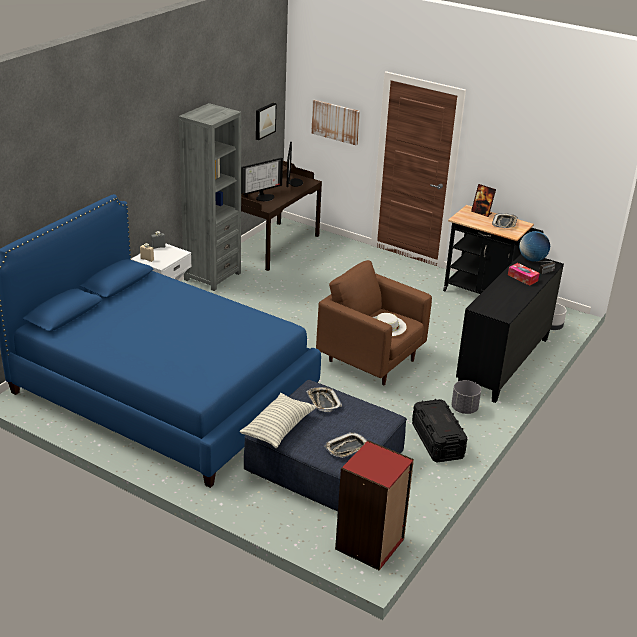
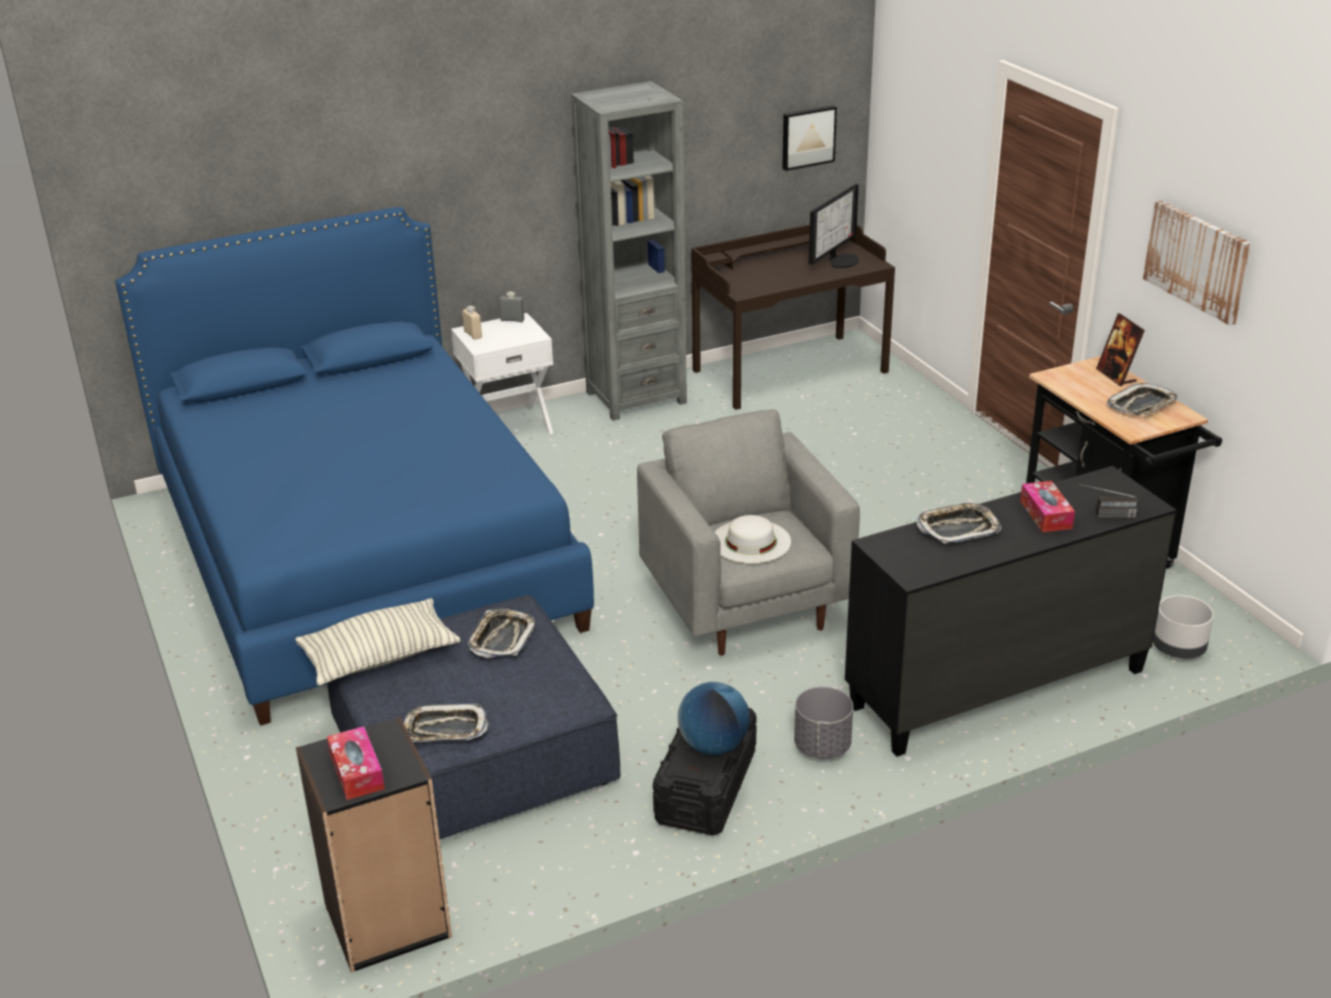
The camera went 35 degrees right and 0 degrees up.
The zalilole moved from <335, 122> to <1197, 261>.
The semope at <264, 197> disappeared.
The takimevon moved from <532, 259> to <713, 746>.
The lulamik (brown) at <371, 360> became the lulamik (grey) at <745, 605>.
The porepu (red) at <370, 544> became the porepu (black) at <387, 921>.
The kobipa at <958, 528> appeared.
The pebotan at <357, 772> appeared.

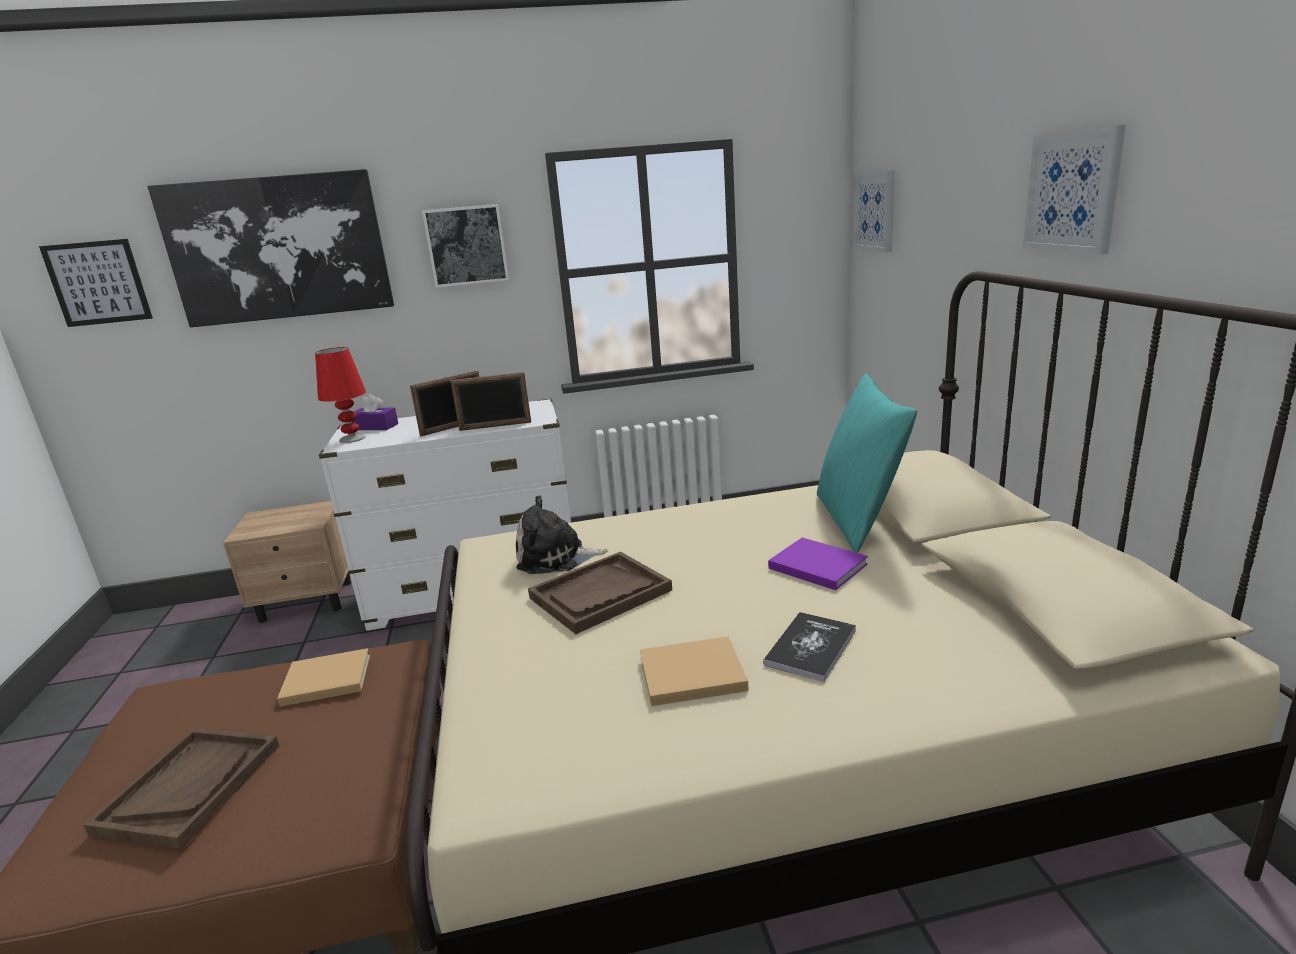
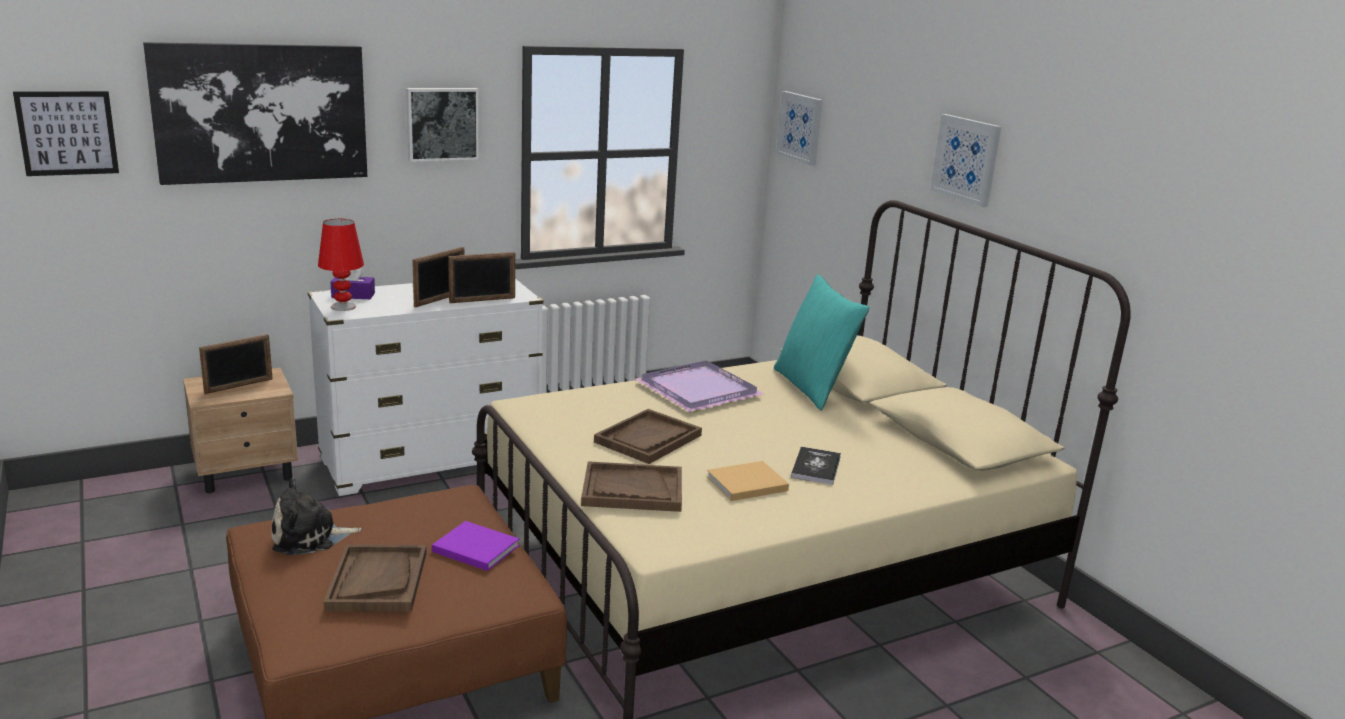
The camera went 20 degrees left and 0 degrees up.
The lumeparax moved from <556, 558> to <309, 537>.
The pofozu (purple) moved from <815, 565> to <474, 548>.
The pofozu (beige) at <324, 680> disappeared.
The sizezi at <239, 386> appeared.
The kobipa (purple) at <698, 389> appeared.
The kobipa (brown) at <632, 490> appeared.

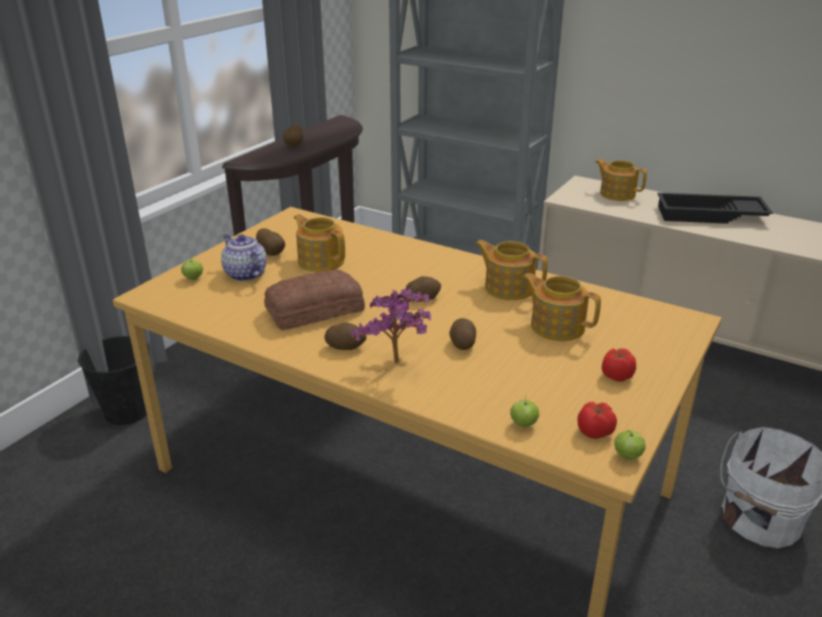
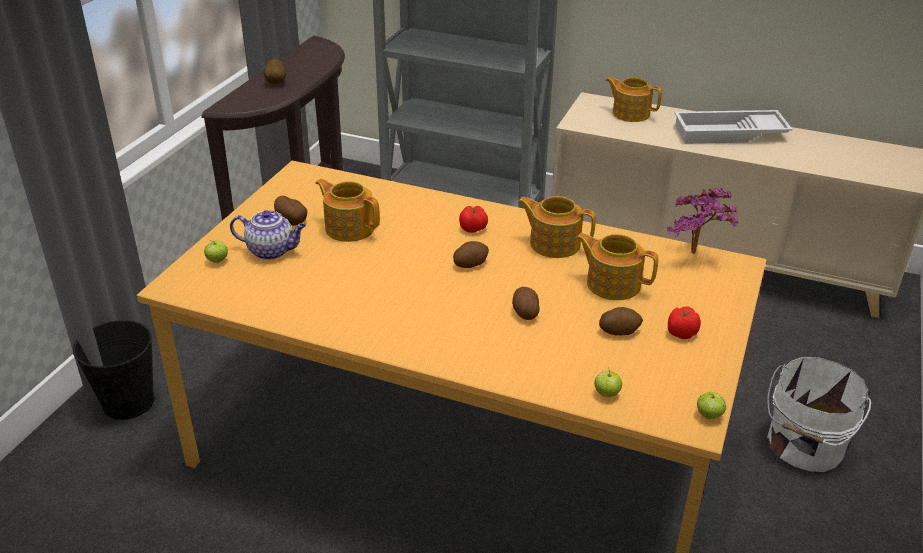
The camera went 10 degrees left and 5 degrees up.
The kobipa (black) at <710, 216> became the kobipa (white) at <729, 134>.
The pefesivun at <244, 274> turned 150 degrees clockwise.
The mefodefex at <313, 310> disappeared.
The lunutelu moved from <398, 365> to <696, 255>.
The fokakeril moved from <345, 346> to <619, 331>.
The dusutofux moved from <595, 432> to <473, 228>.

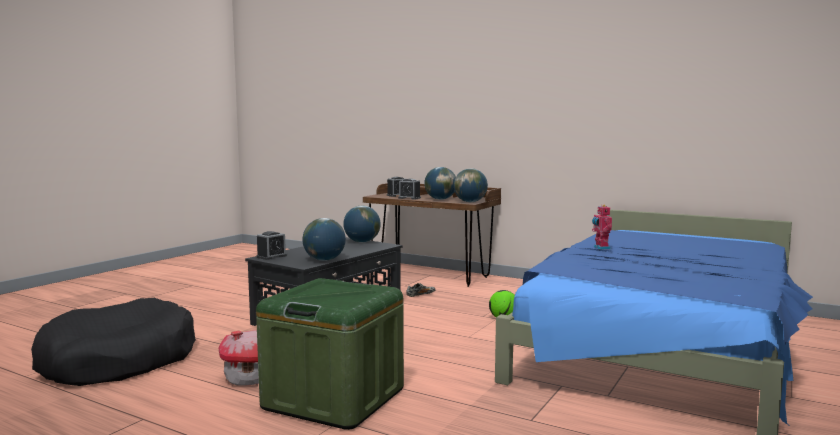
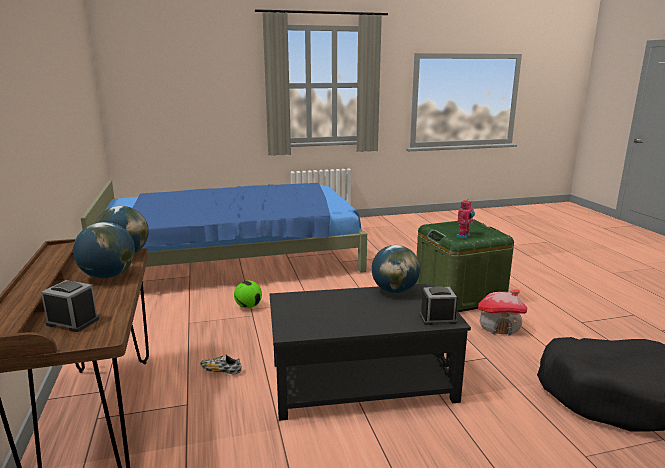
The camera went 135 degrees left and 10 degrees up.
The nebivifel at <409, 198> disappeared.
The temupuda moved from <600, 248> to <464, 236>.
The takimevon at <362, 242> disappeared.

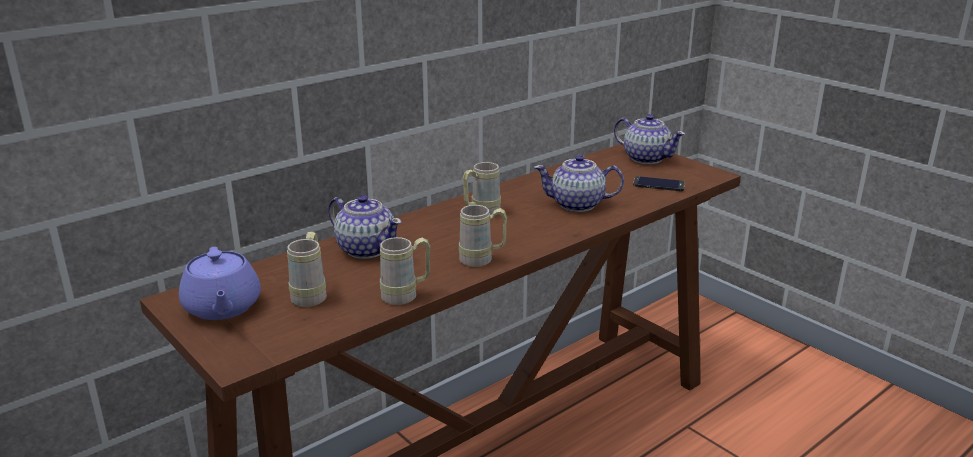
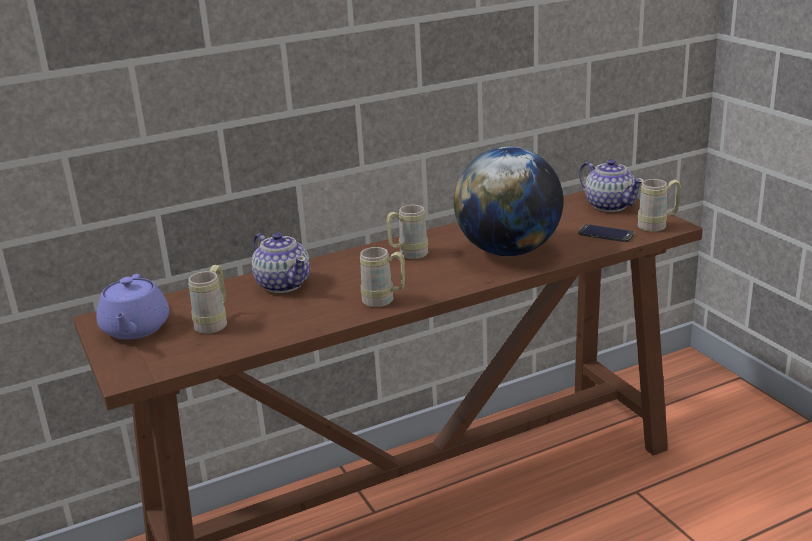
The camera went 15 degrees right and 0 degrees up.
The pefesivun at <578, 205> was replaced by the takimevon at <508, 251>.
The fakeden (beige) moved from <406, 296> to <657, 226>.

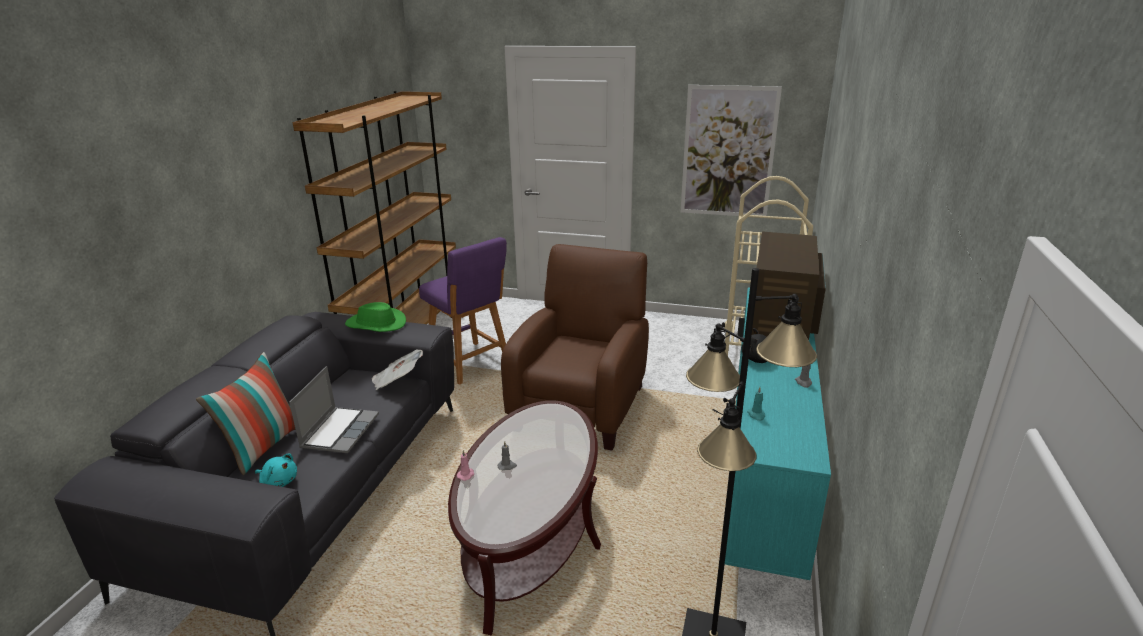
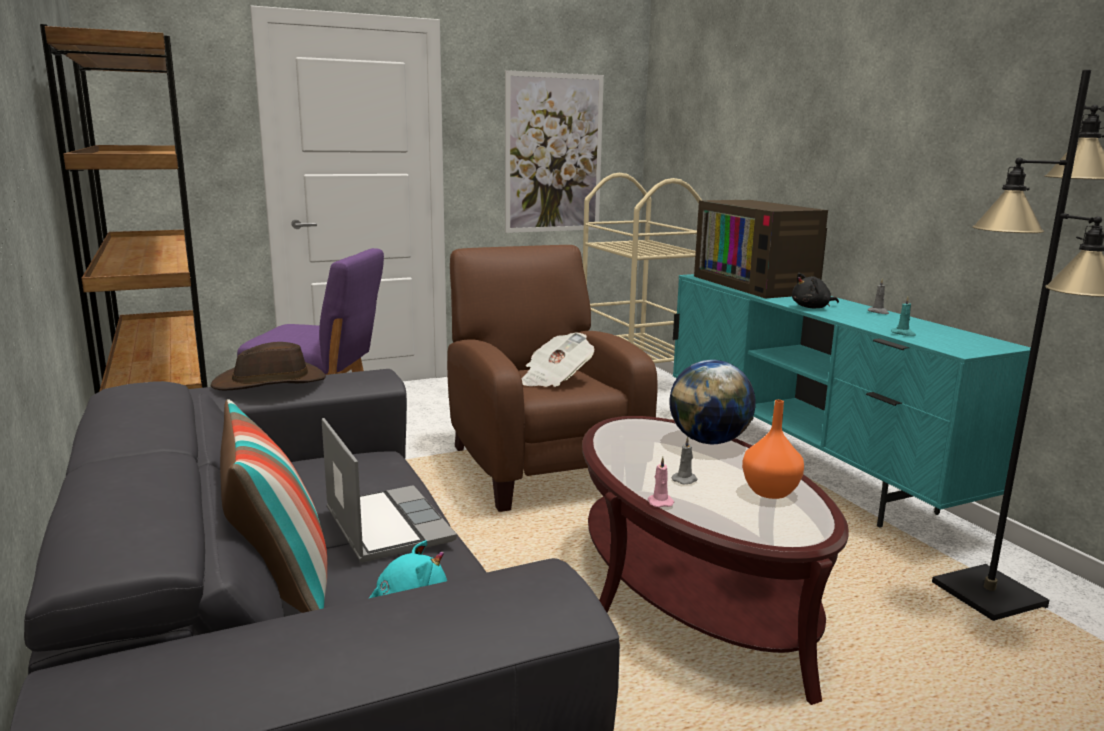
The camera went 40 degrees left and 10 degrees down.
The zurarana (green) at <376, 324> became the zurarana (brown) at <271, 383>.
The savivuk moved from <397, 381> to <555, 379>.
The takimevon at <709, 441> appeared.
The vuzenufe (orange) at <771, 492> appeared.

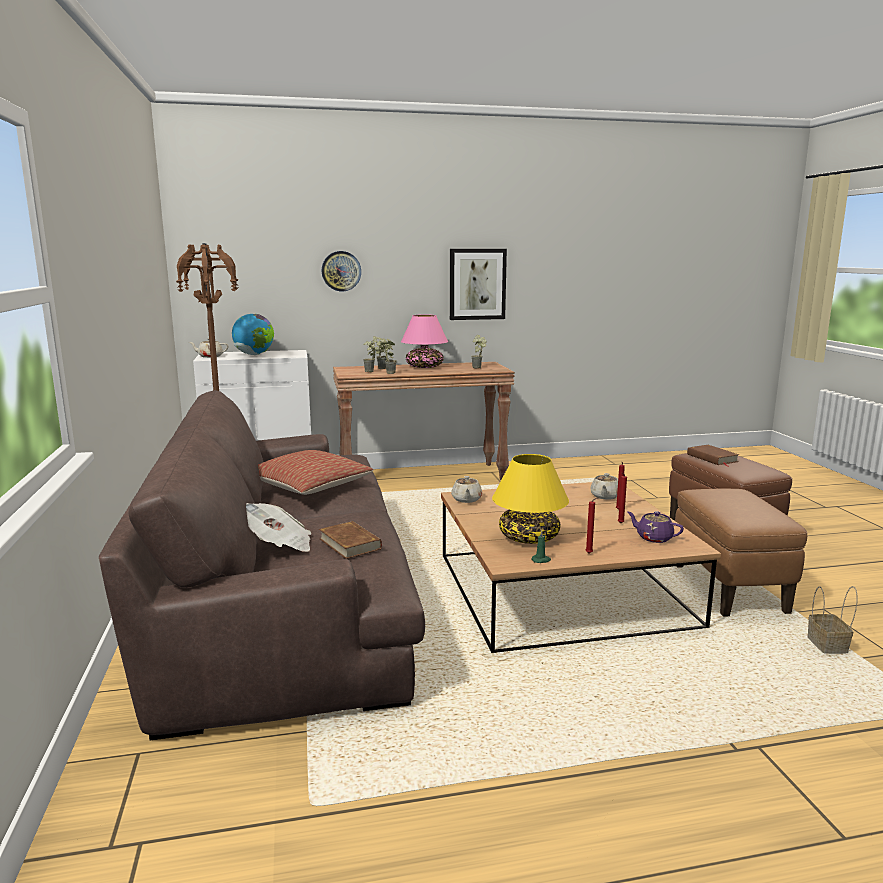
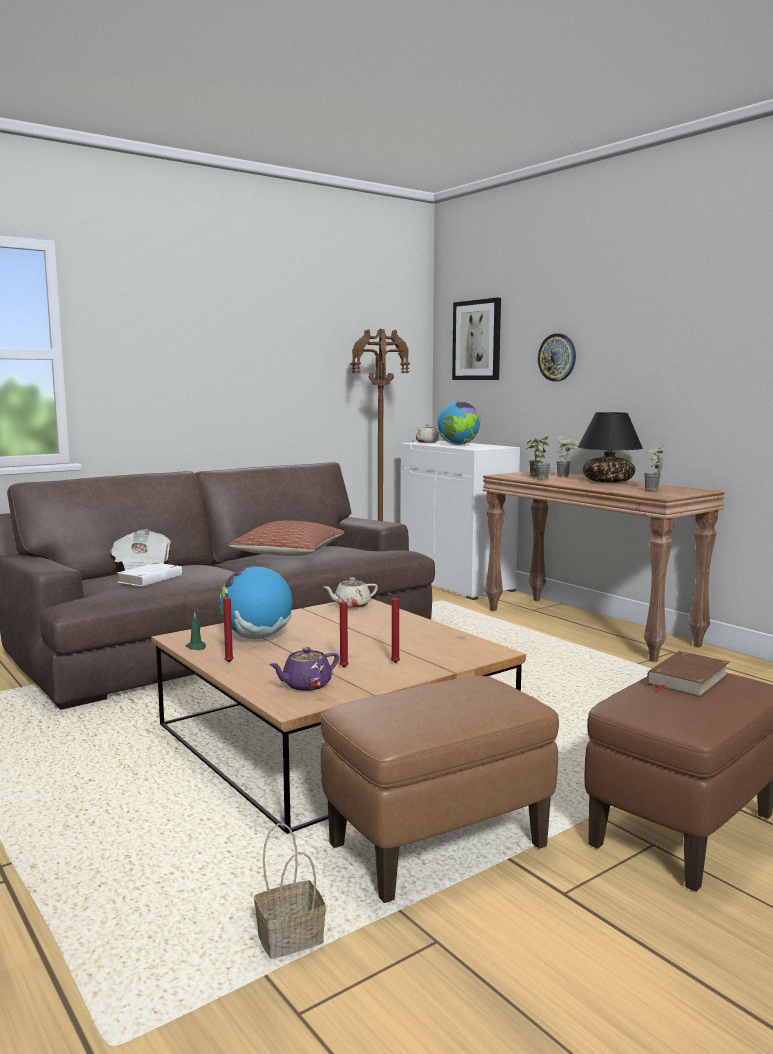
The camera went 65 degrees right and 5 degrees down.
The zalilole moved from <477, 284> to <477, 340>.
The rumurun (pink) at <424, 367> became the rumurun (black) at <608, 481>.
The rumurun (yellow) at <529, 538> was replaced by the takimevon at <257, 637>.
The pefesivun (beige) at <605, 496> disappeared.
The pefesivun (purple) at <653, 538> turned 135 degrees counterclockwise.
The pofozu (brown) at <350, 543> became the pofozu (white) at <150, 579>.

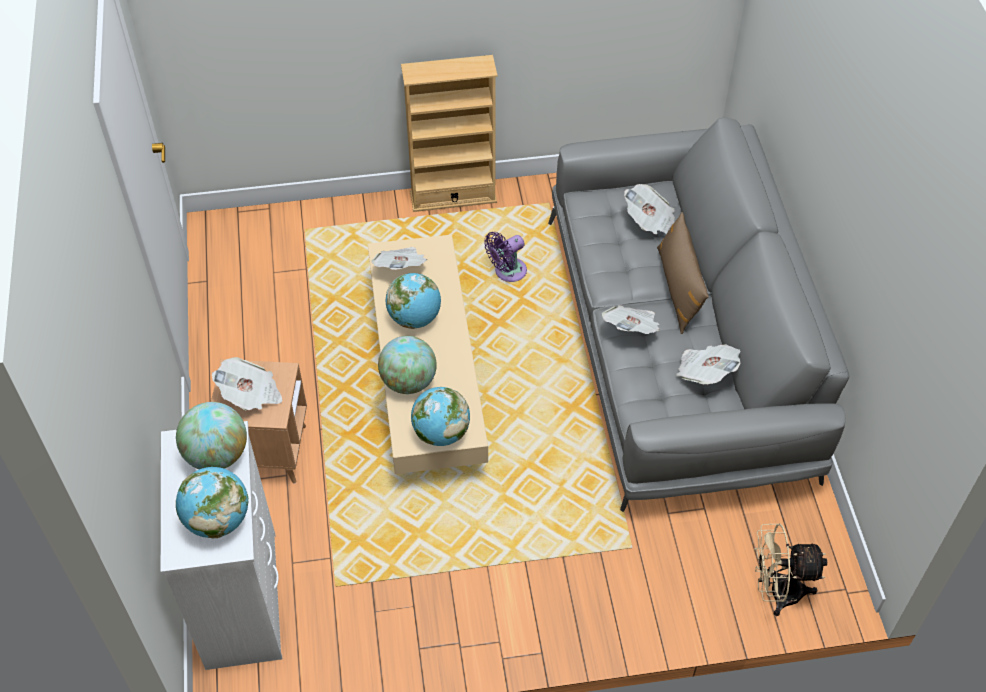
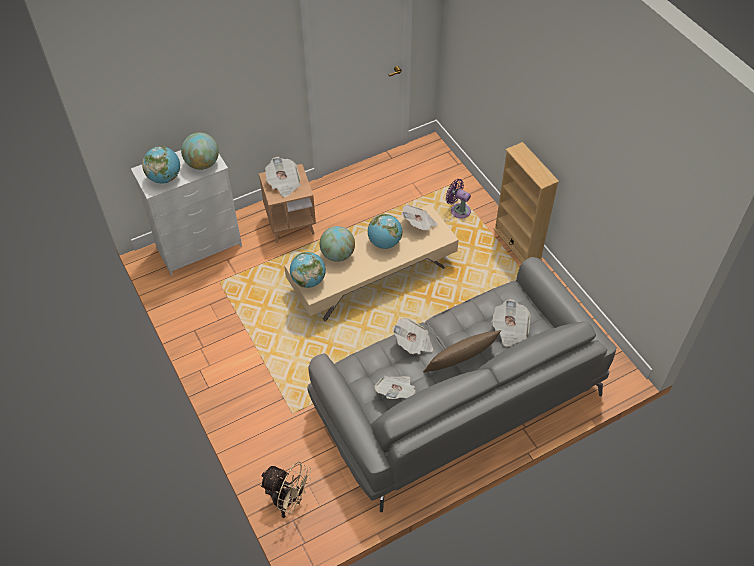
The camera went 70 degrees right and 0 degrees up.
The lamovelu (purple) moved from <507, 272> to <458, 210>.
The lamovelu (beige) at <776, 592> turned 135 degrees clockwise.

